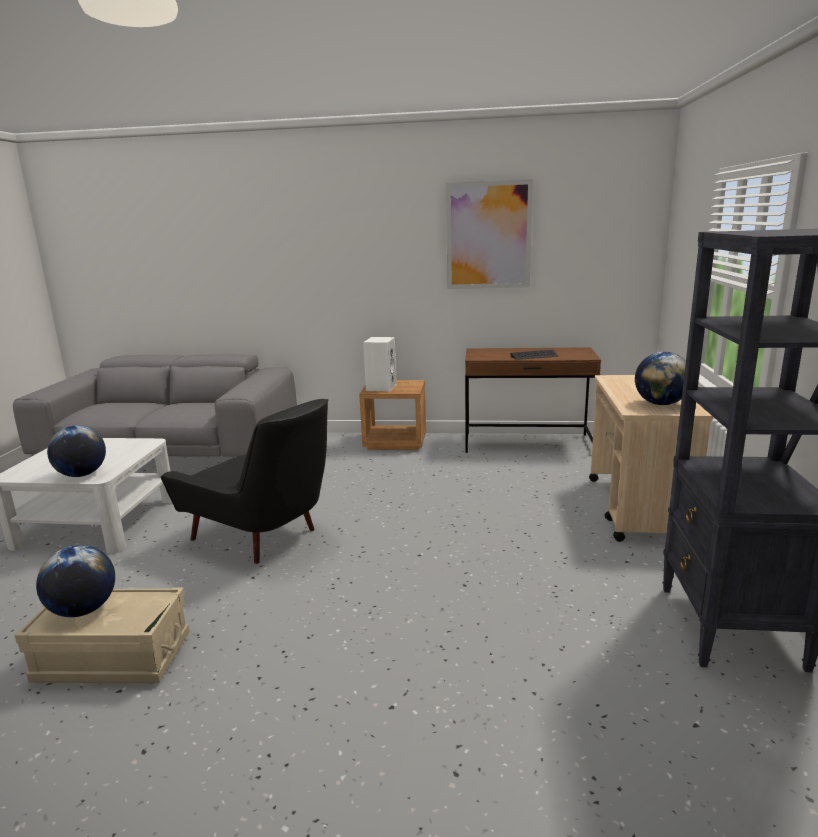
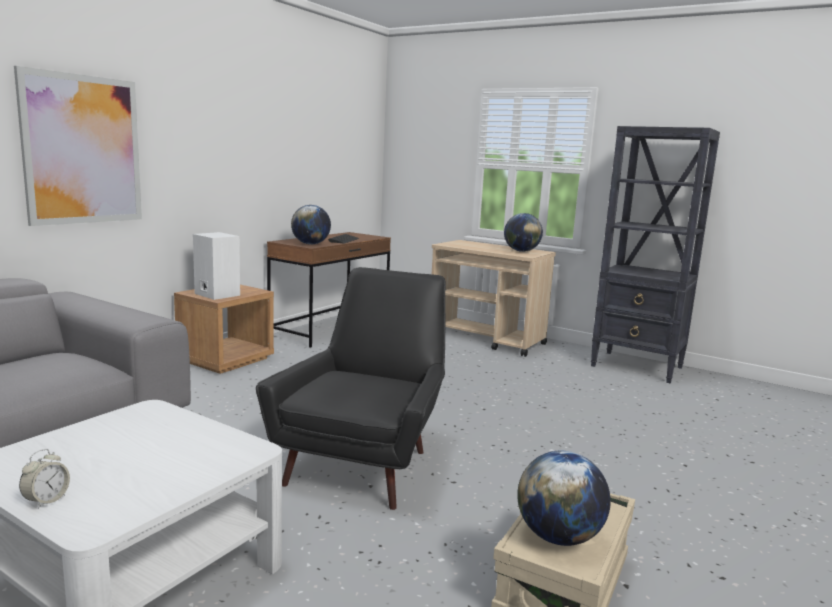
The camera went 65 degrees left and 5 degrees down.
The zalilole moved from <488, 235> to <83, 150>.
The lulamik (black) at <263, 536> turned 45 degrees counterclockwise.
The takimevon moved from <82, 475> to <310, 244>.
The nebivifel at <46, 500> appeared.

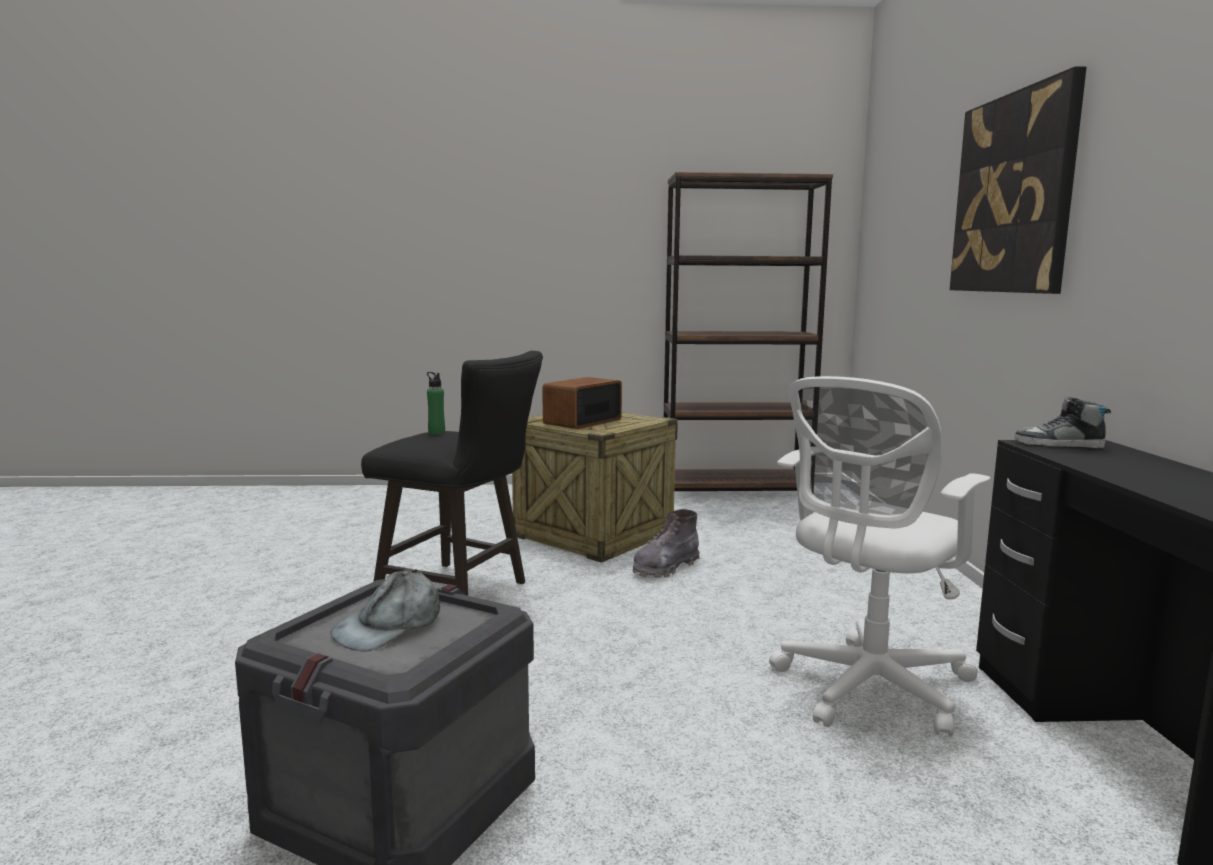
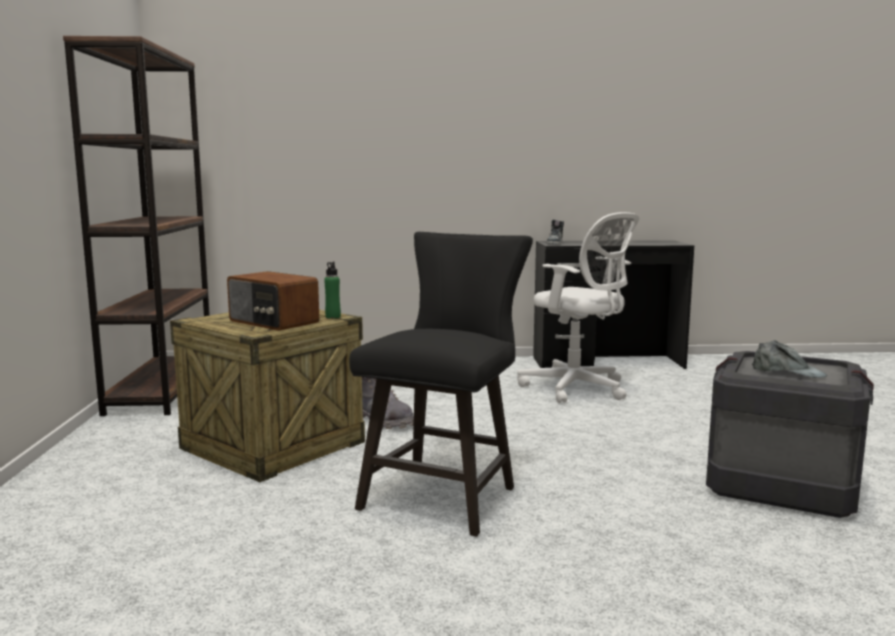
The camera went 90 degrees left and 0 degrees up.
The zalilole at <1014, 194> disappeared.
The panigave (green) moved from <436, 433> to <333, 317>.

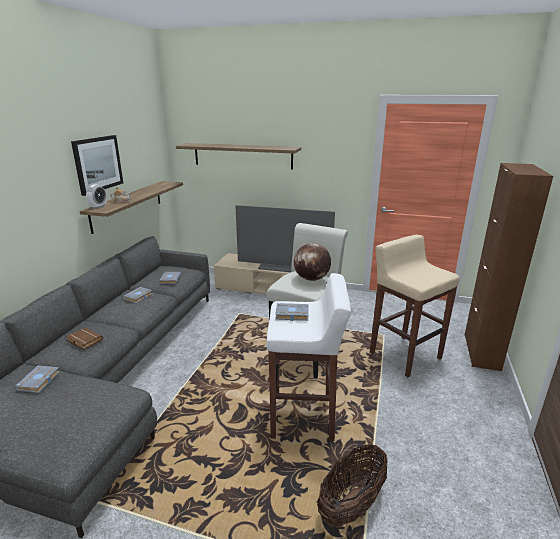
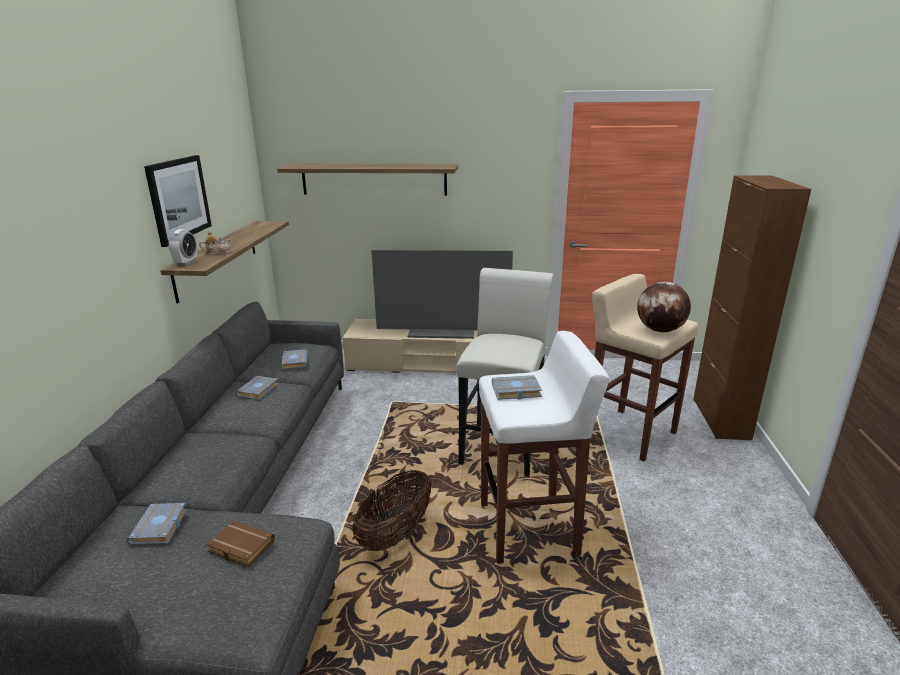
The camera went 10 degrees left and 0 degrees up.
The takimevon moved from <311, 279> to <660, 330>.
The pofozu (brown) moved from <83, 341> to <239, 547>.
The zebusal moved from <351, 504> to <395, 534>.

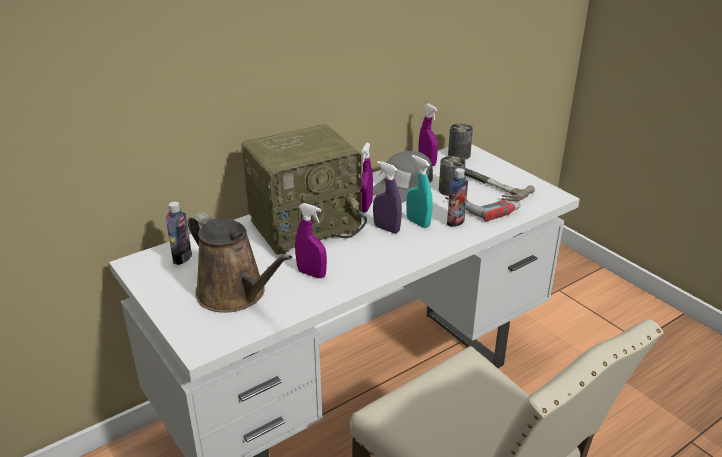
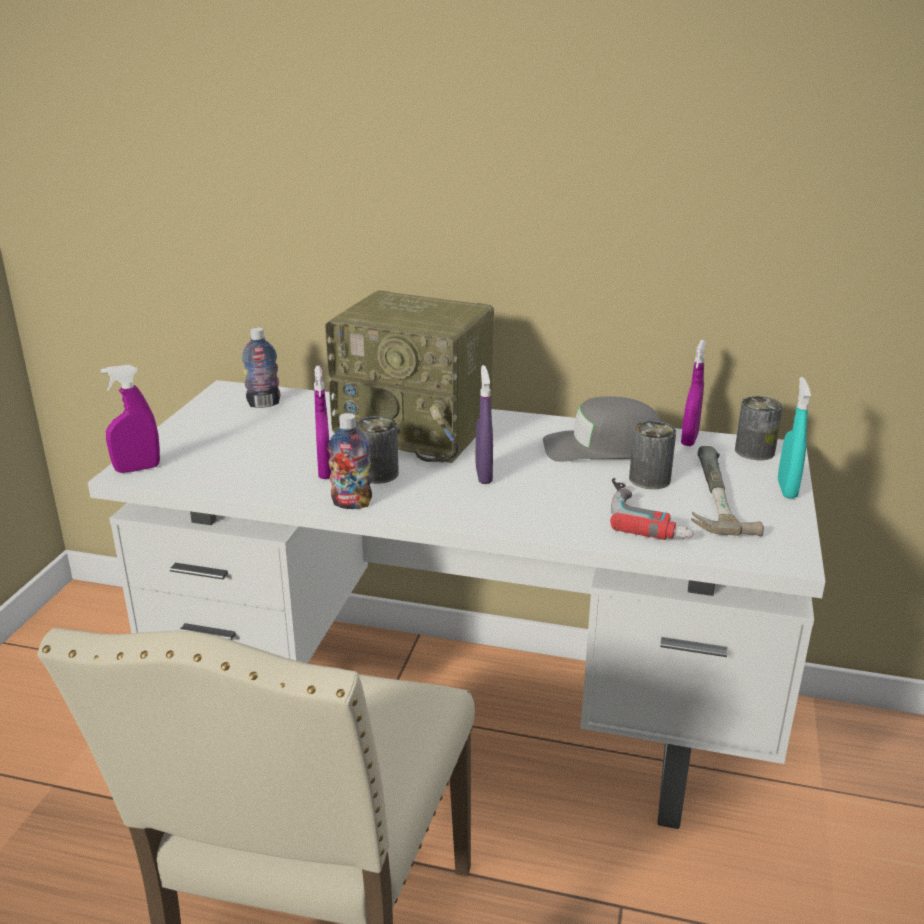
The camera went 50 degrees right and 5 degrees down.
The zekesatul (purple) moved from <365, 207> to <137, 469>.
The zekesatul (turquoise) moved from <418, 223> to <787, 489>.
The panigave moved from <455, 222> to <351, 503>.
The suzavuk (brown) at <235, 294> disappeared.
The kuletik at <378, 474> appeared.

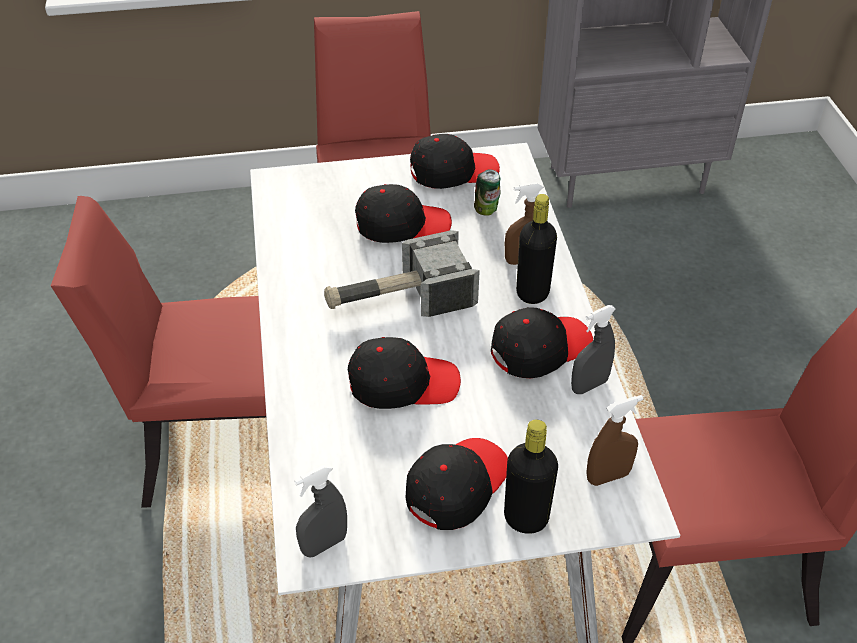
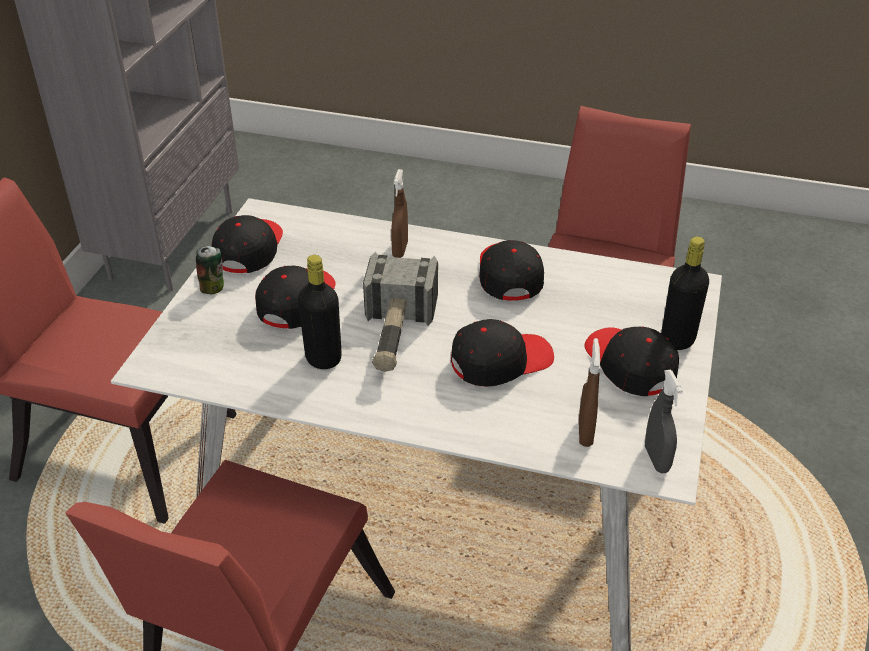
The camera went 65 degrees left and 5 degrees down.
The kuletik moved from <487, 210> to <213, 288>.
The panigave (black) moved from <532, 293> to <323, 358>.
The zekesatul (grey) at <589, 385> disappeared.
The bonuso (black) at <403, 383> turned 45 degrees clockwise.
The zekesatul (brown) moved from <608, 476> to <585, 433>.

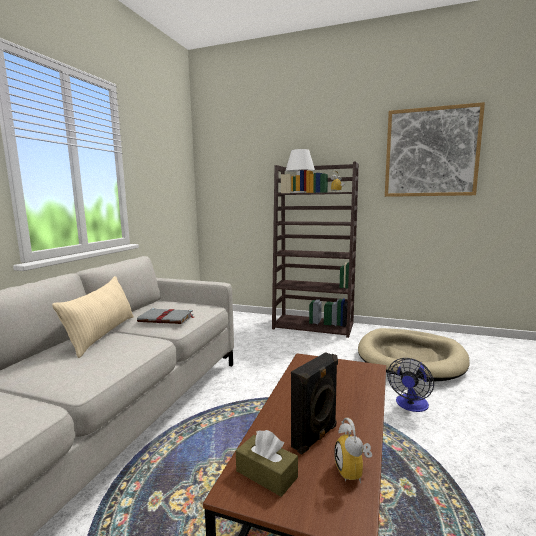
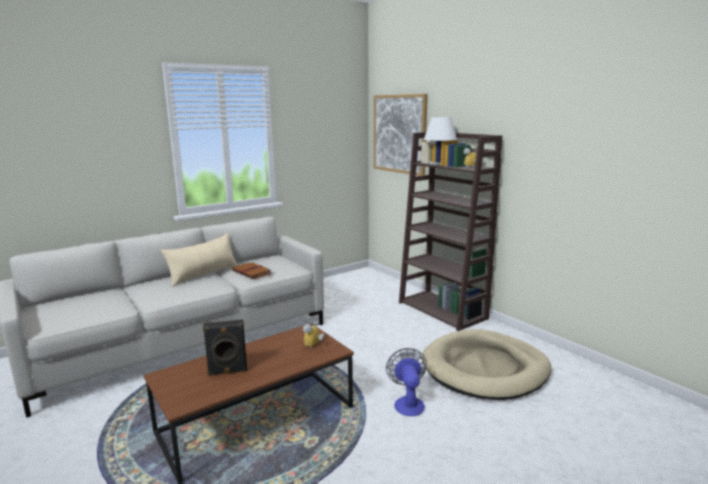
The camera went 35 degrees right and 5 degrees up.
The zalilole moved from <431, 152> to <399, 134>.
The pofozu (grey) at <167, 318> became the pofozu (brown) at <252, 272>.
The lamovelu at <410, 406> turned 105 degrees clockwise.
The nebivifel moved from <354, 472> to <314, 345>.
The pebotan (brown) at <266, 474> disappeared.

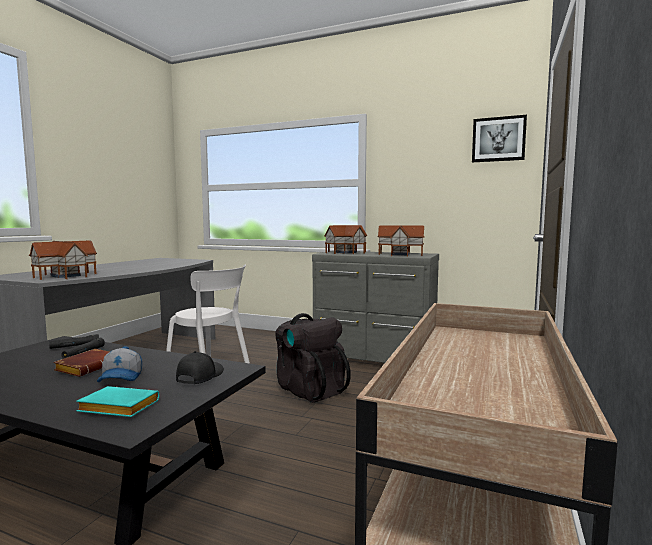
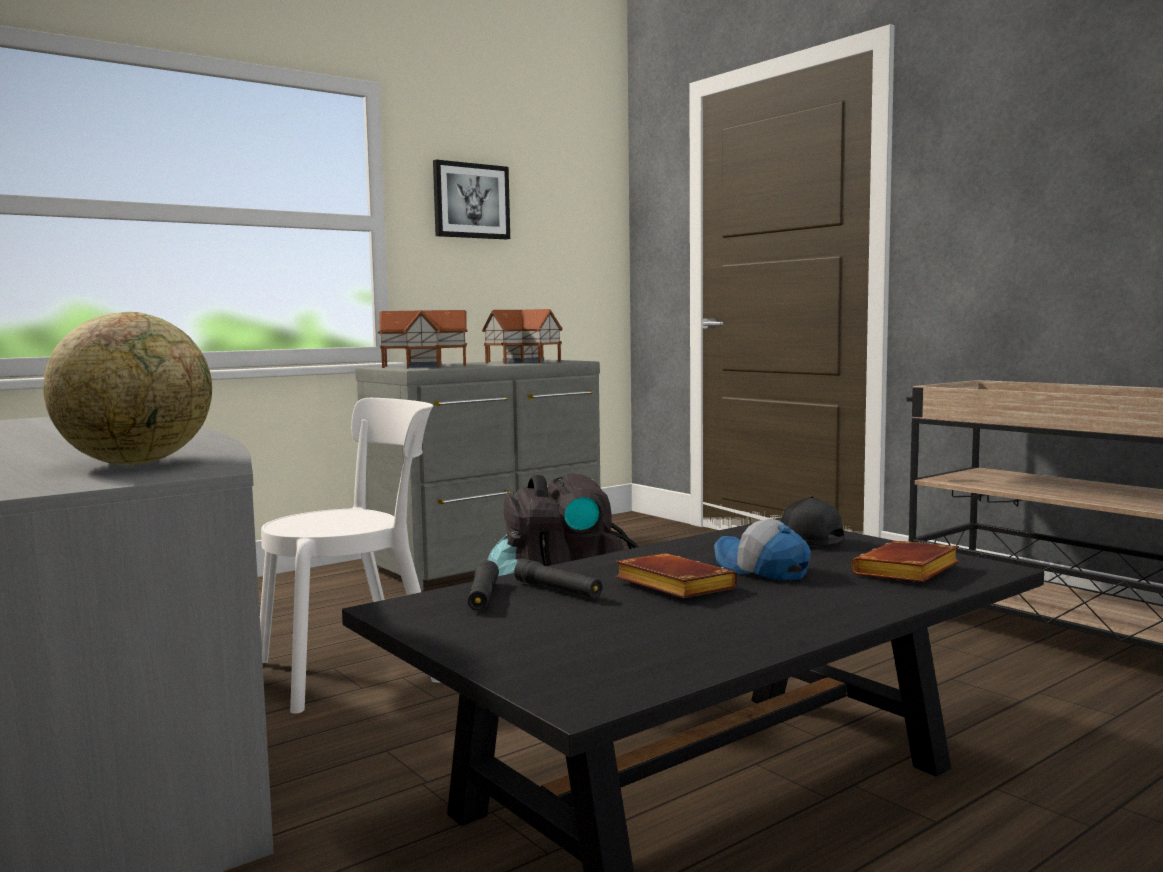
The camera went 60 degrees left and 0 degrees up.
The zalilole moved from <498, 139> to <471, 201>.
The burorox at <66, 276> was replaced by the takimevon at <137, 463>.
The bonuso at <122, 377> turned 150 degrees counterclockwise.
The pofozu (turquoise) at <116, 408> became the pofozu (brown) at <908, 572>.

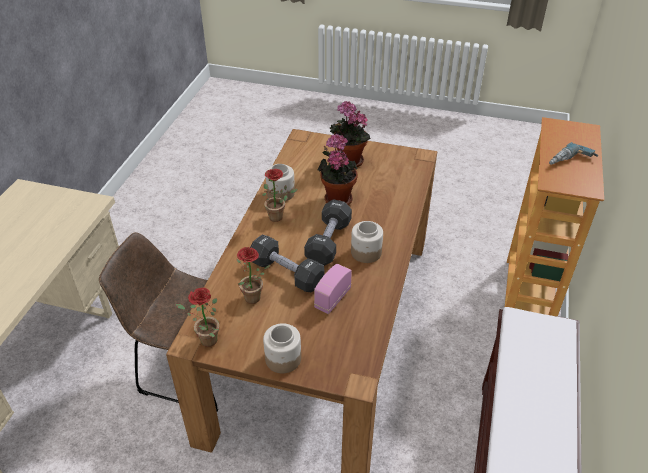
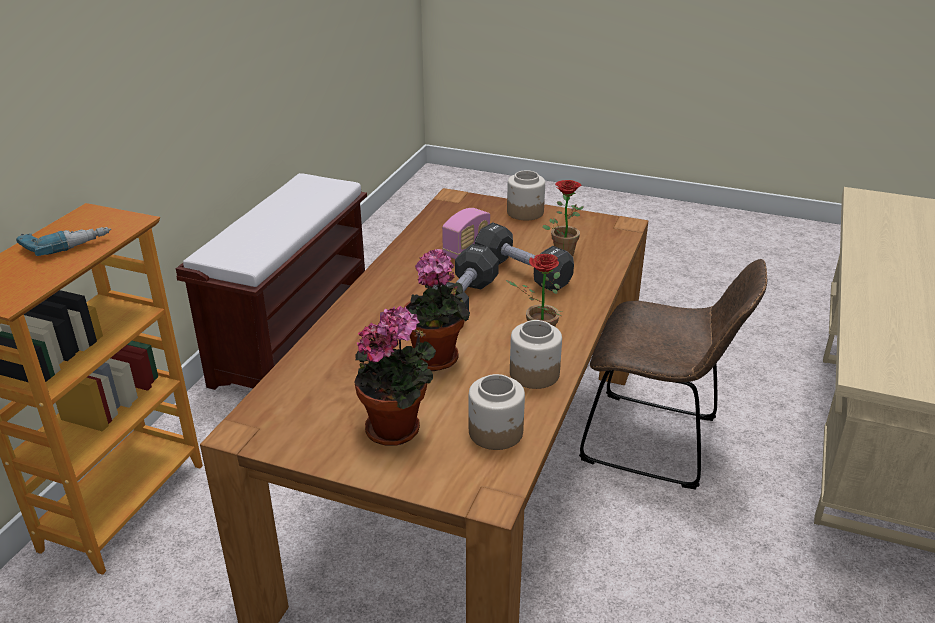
The camera went 175 degrees left and 10 degrees down.
The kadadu moved from <365, 252> to <496, 432>.
The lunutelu at <205, 340> disappeared.

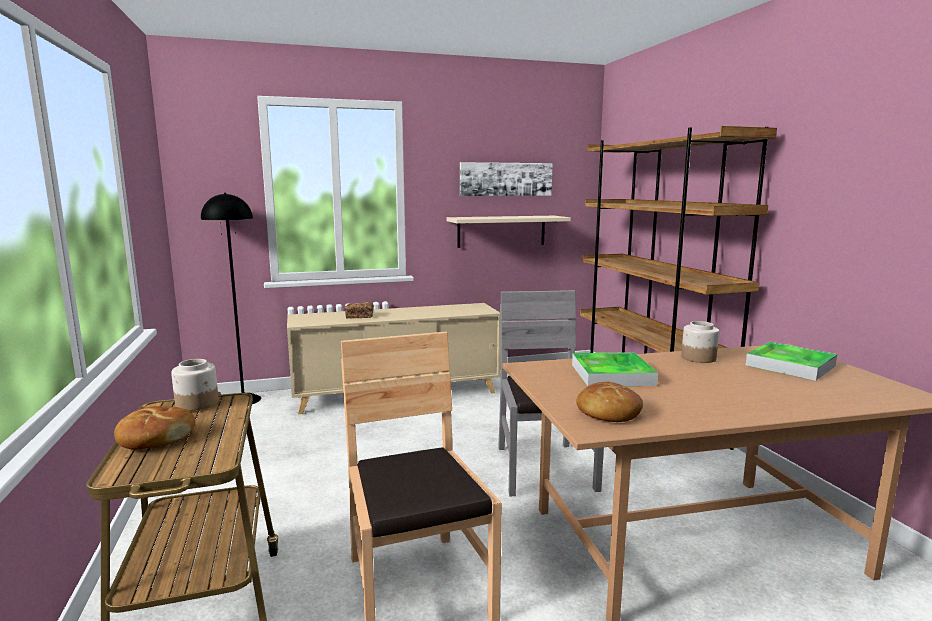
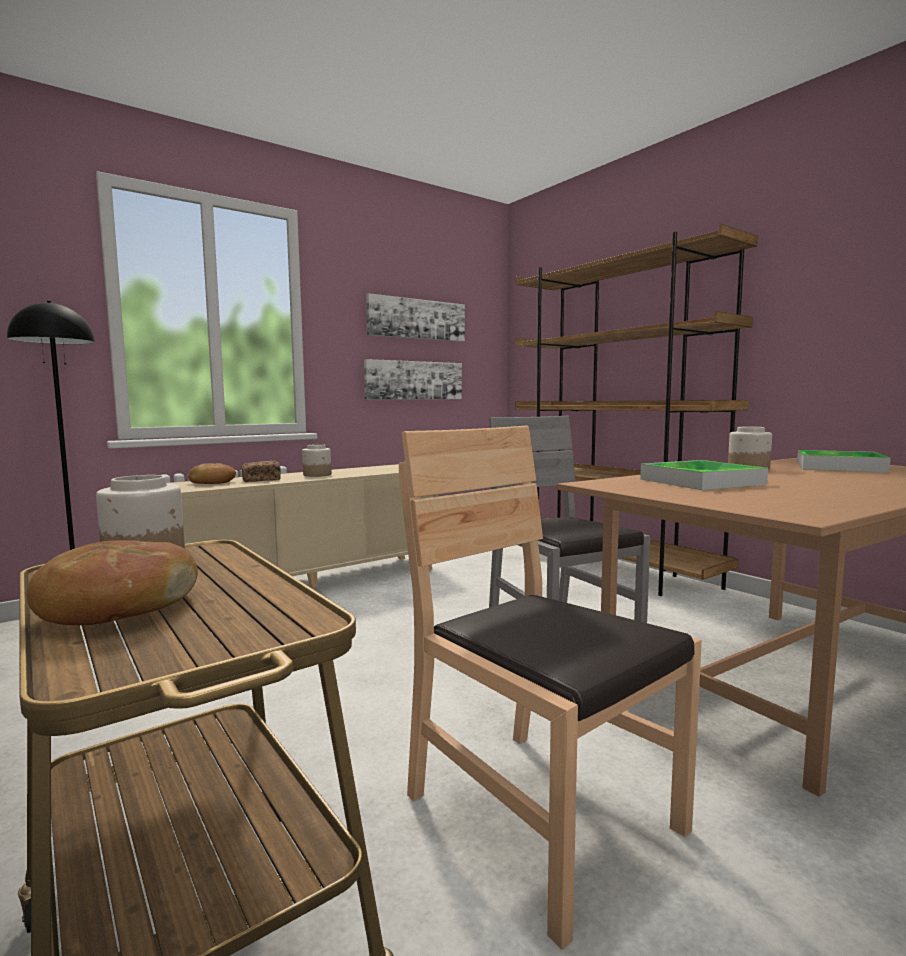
The camera went 20 degrees left and 5 degrees down.
The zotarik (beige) at <501, 231> was replaced by the zalilole at <414, 380>.
The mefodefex moved from <607, 412> to <212, 482>.
The kadadu at <317, 475> appeared.

